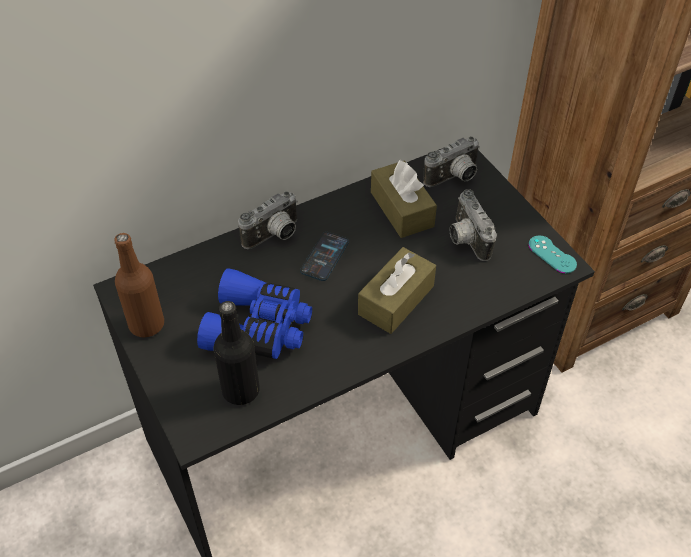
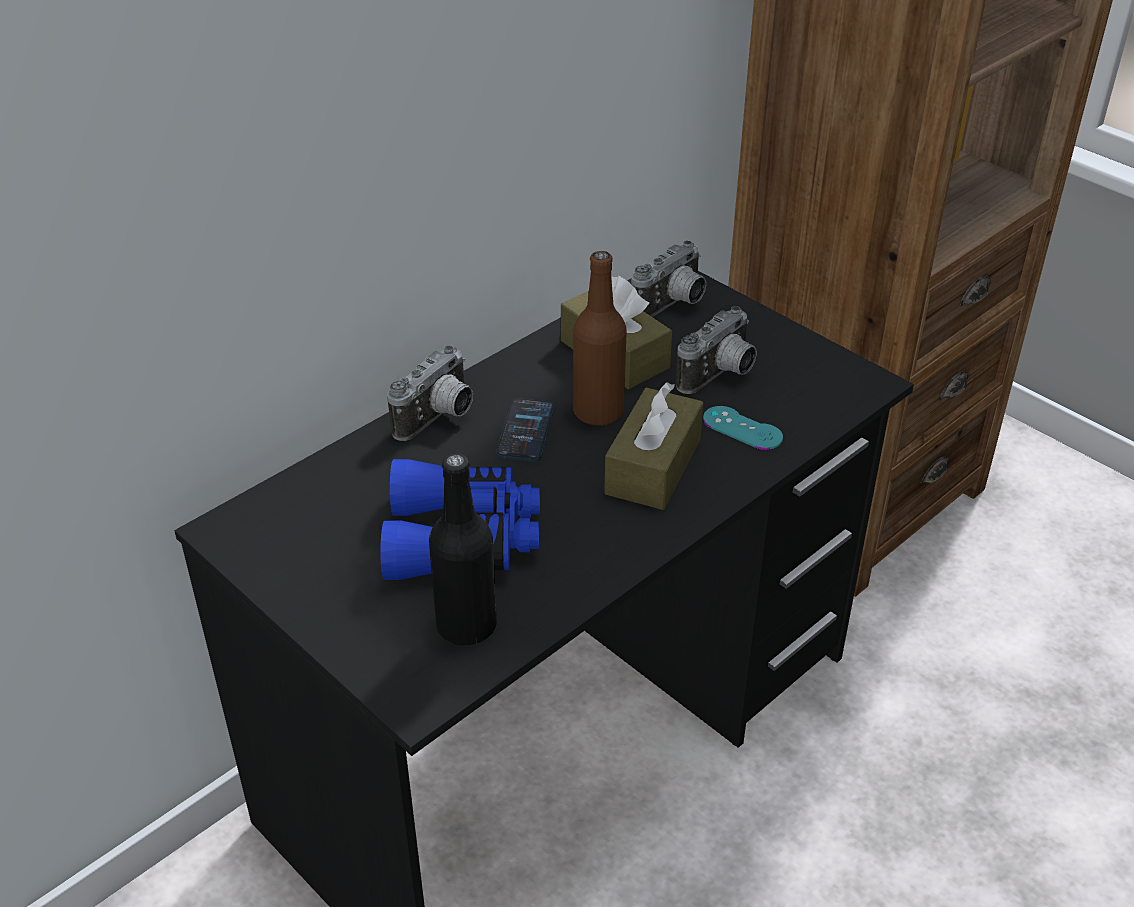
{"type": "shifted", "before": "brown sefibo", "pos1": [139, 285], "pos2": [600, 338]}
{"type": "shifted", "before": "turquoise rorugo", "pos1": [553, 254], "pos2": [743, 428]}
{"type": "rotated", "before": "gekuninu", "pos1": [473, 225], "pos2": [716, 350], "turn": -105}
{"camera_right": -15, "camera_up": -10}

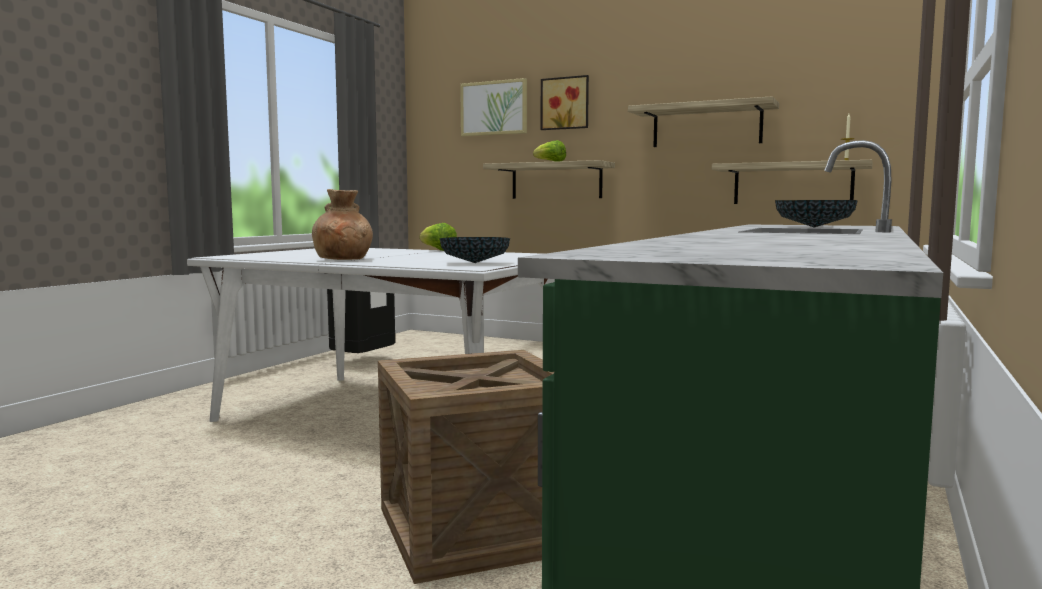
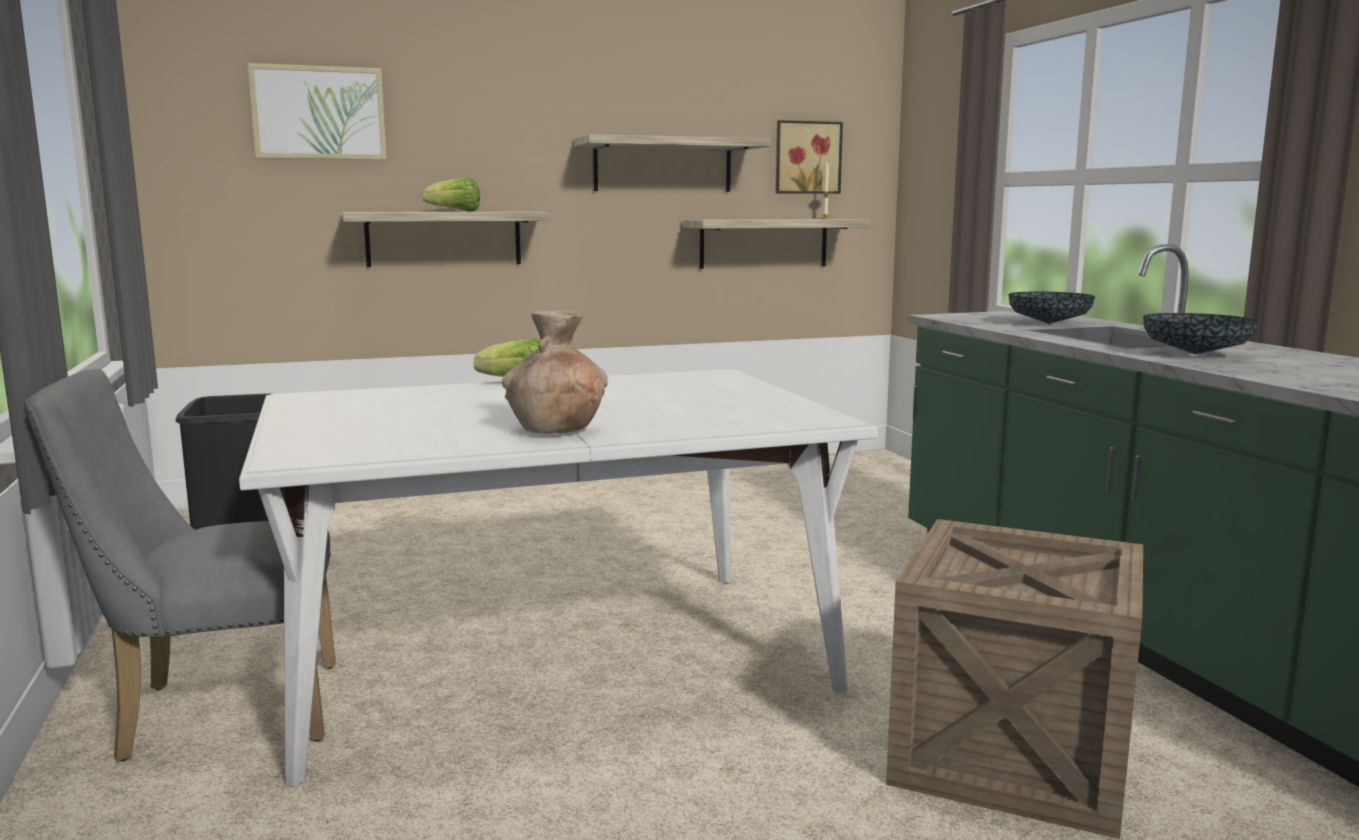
{"type": "new", "after": "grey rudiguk", "pos2": [180, 565]}
{"type": "shifted", "before": "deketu", "pos1": [475, 250], "pos2": [1200, 333]}
{"type": "shifted", "before": "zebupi", "pos1": [565, 102], "pos2": [809, 157]}
{"camera_right": -45, "camera_up": 5}

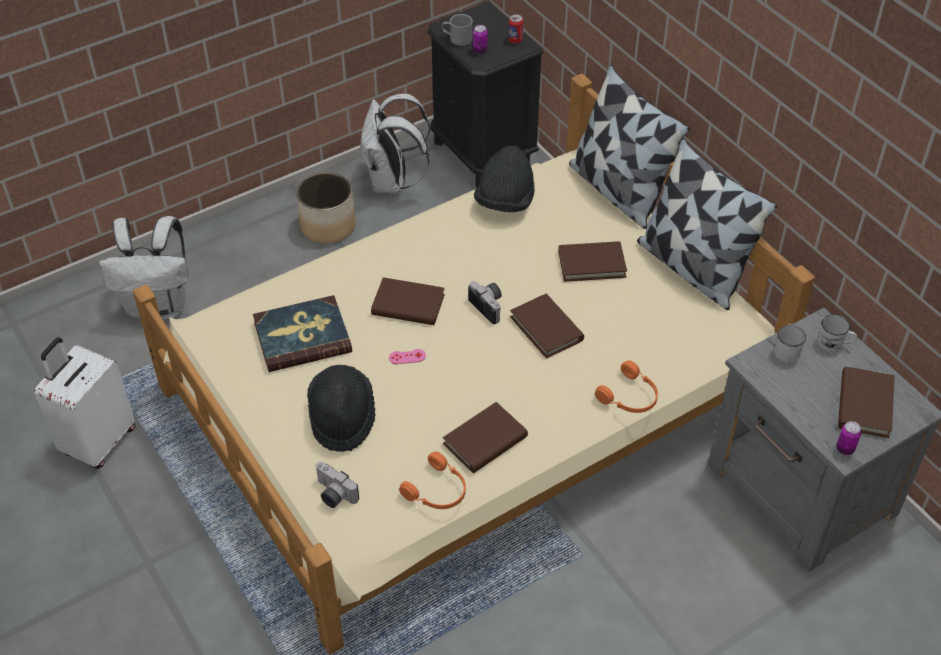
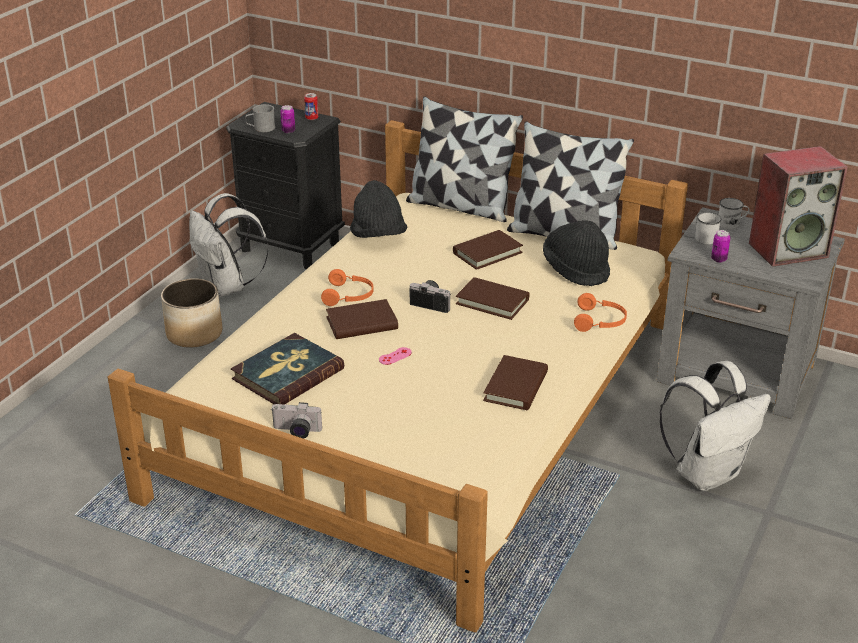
{"type": "gone", "before": "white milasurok", "pos1": [84, 403]}
{"type": "shifted", "before": "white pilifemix", "pos1": [143, 268], "pos2": [715, 426]}
{"type": "shifted", "before": "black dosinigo", "pos1": [341, 408], "pos2": [576, 253]}
{"type": "shifted", "before": "gekuninu", "pos1": [337, 485], "pos2": [297, 420]}
{"type": "shifted", "before": "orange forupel", "pos1": [432, 480], "pos2": [347, 287]}
{"type": "shifted", "before": "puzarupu", "pos1": [849, 438], "pos2": [720, 246]}
{"type": "swapped", "before": "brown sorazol", "after": "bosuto", "pos1": [866, 402], "pos2": [798, 206]}
{"camera_right": -30, "camera_up": -15}

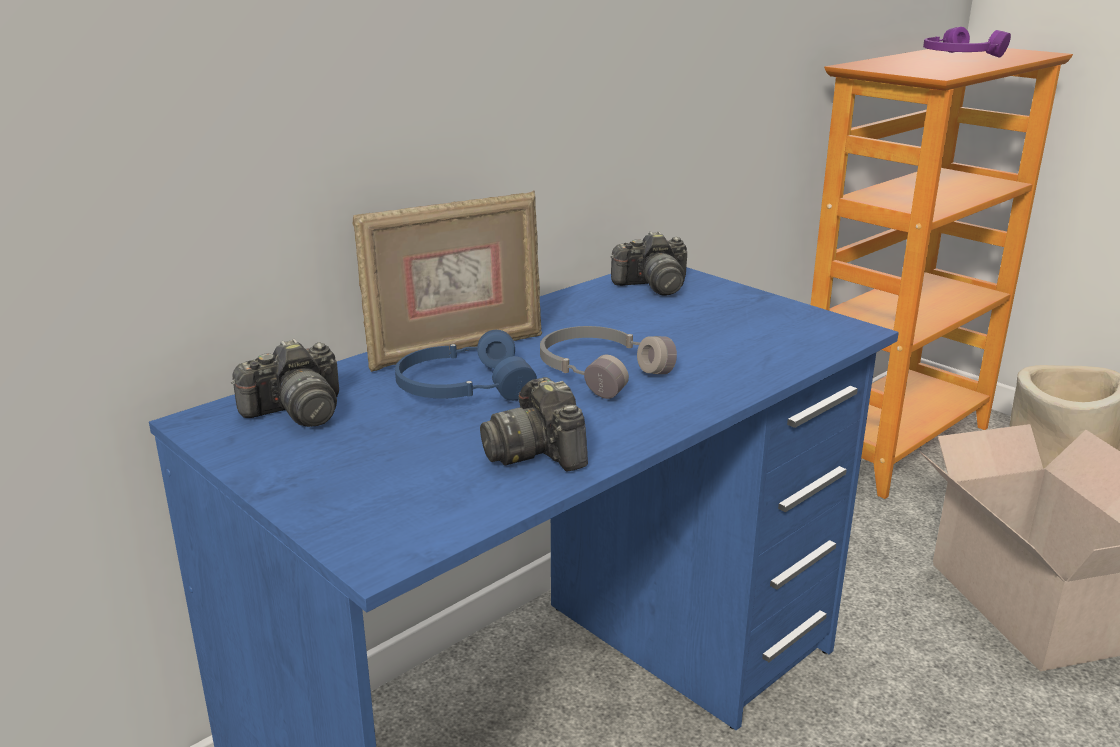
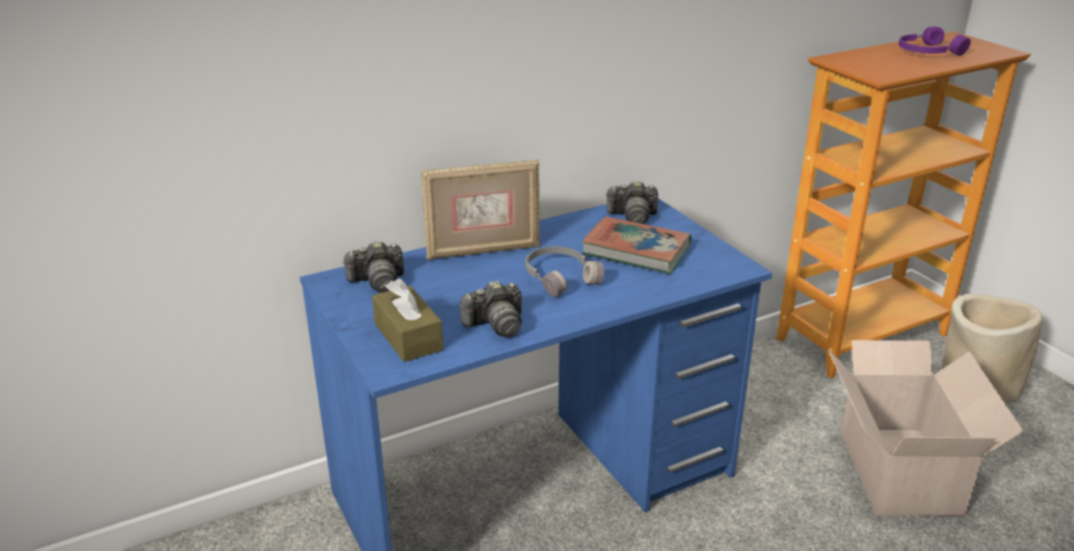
{"type": "gone", "before": "blue forupel", "pos1": [466, 365]}
{"type": "new", "after": "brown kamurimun", "pos2": [407, 320]}
{"type": "new", "after": "sorazol", "pos2": [636, 245]}
{"type": "rotated", "before": "gekuninu", "pos1": [534, 424], "pos2": [490, 309], "turn": -105}
{"camera_right": 15, "camera_up": 5}

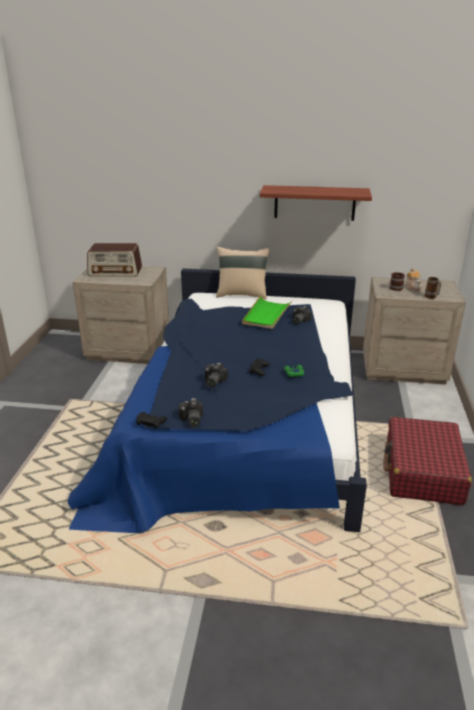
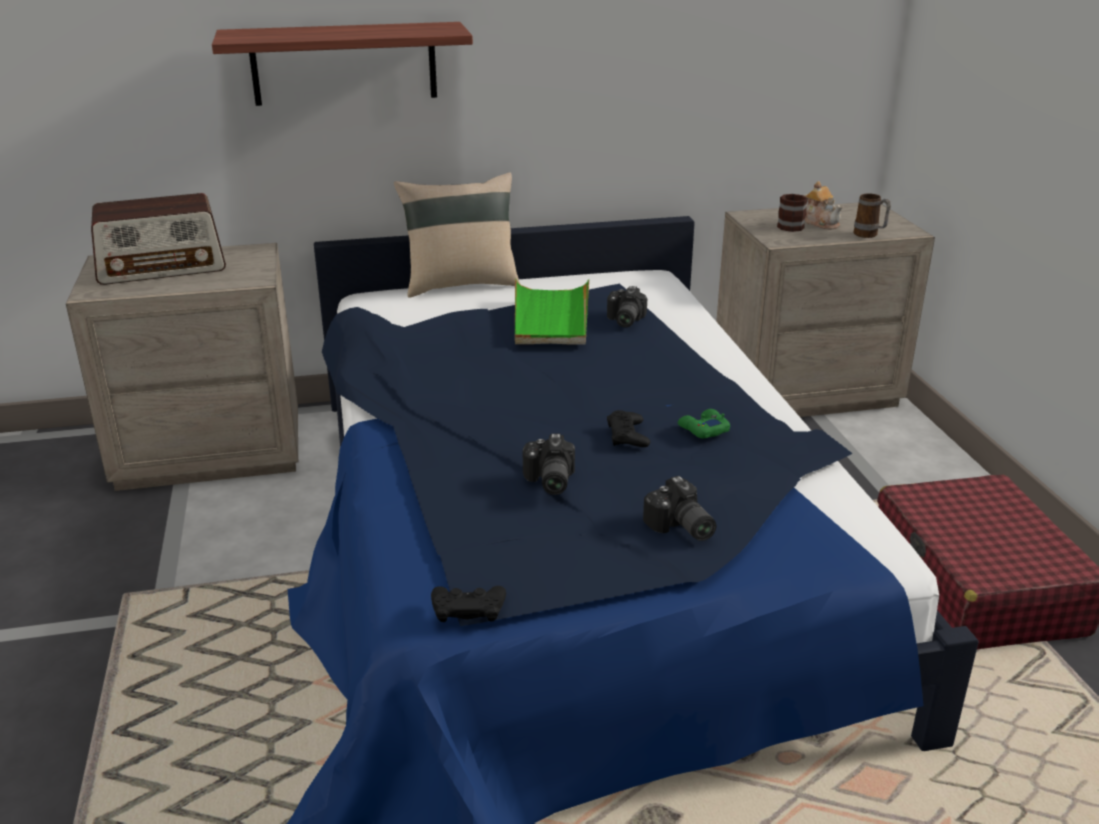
{"type": "shifted", "before": "gekuninu", "pos1": [191, 412], "pos2": [679, 508]}
{"type": "shifted", "before": "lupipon", "pos1": [316, 203], "pos2": [342, 64]}
{"camera_right": -20, "camera_up": 0}

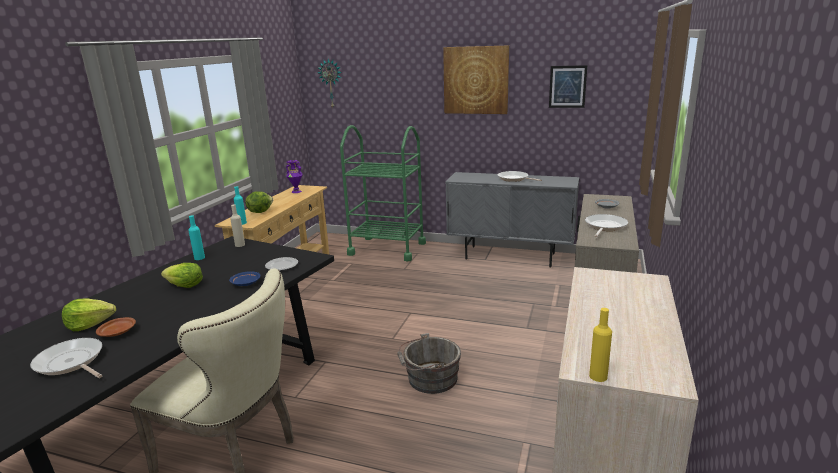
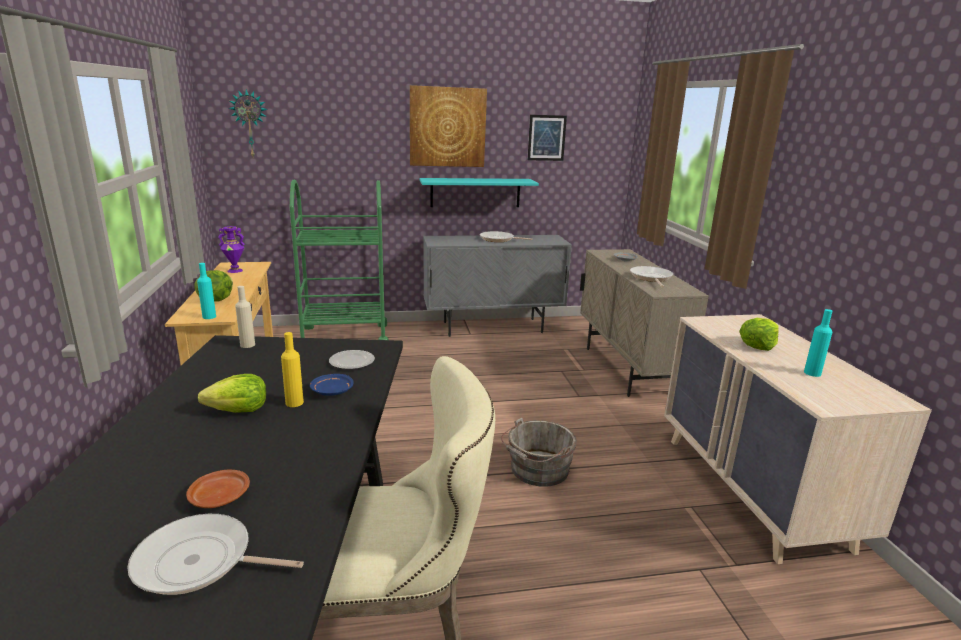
{"type": "new", "after": "turquoise lupipon", "pos2": [479, 192]}
{"type": "shifted", "before": "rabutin", "pos1": [89, 314], "pos2": [759, 334]}
{"type": "shifted", "before": "turquoise sefibo", "pos1": [196, 237], "pos2": [818, 343]}
{"type": "shifted", "before": "yellow sefibo", "pos1": [600, 345], "pos2": [292, 369]}
{"camera_right": -30, "camera_up": 0}

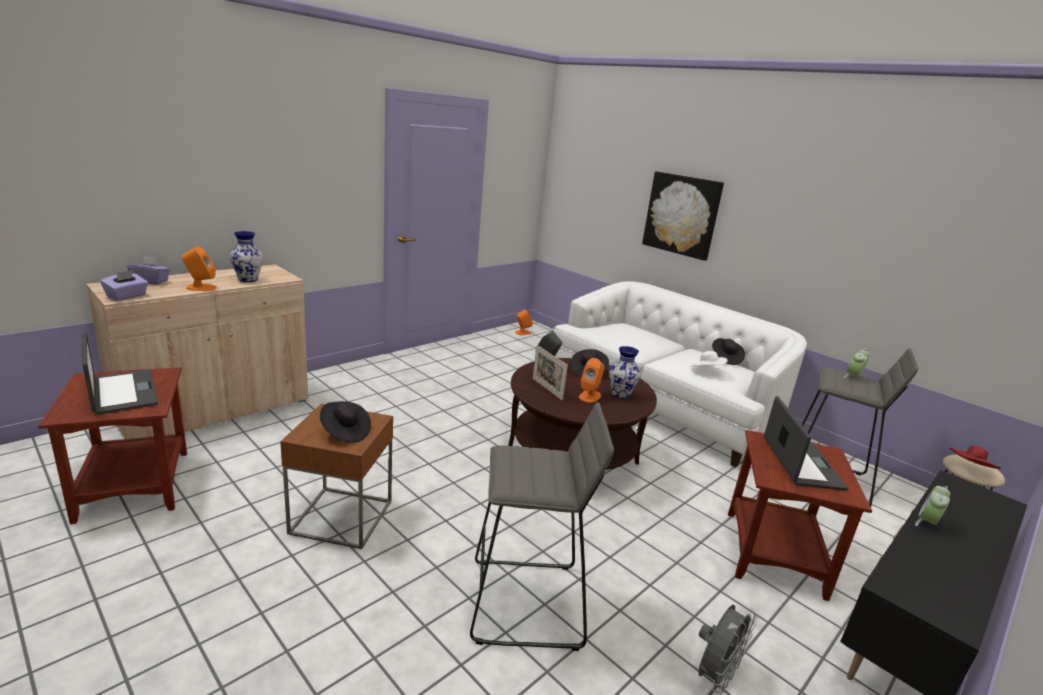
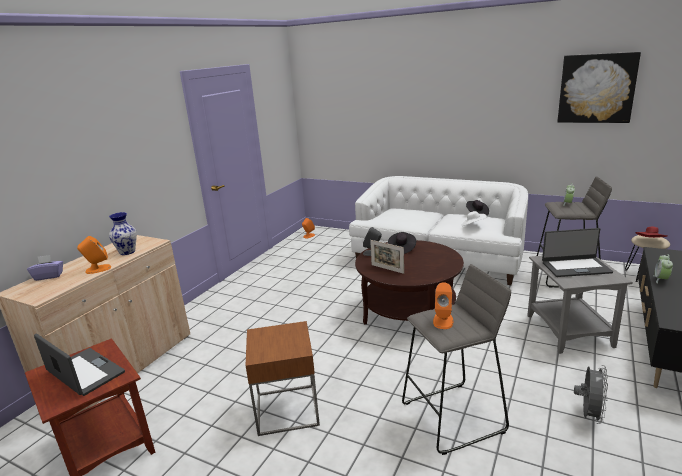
{"type": "gone", "before": "purple kamurimun", "pos1": [124, 285]}
{"type": "gone", "before": "black dosinigo", "pos1": [345, 422]}
{"type": "gone", "before": "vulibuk", "pos1": [625, 372]}
{"type": "shifted", "before": "orange bosuto", "pos1": [591, 380], "pos2": [443, 305]}
{"type": "shifted", "before": "zebupi", "pos1": [683, 216], "pos2": [599, 87]}
{"type": "repainted", "before": "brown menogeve", "after": "grey menogeve", "pos1": [800, 515], "pos2": [580, 305]}
{"type": "rotated", "before": "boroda", "pos1": [806, 443], "pos2": [577, 252], "turn": 105}
{"camera_right": -15, "camera_up": 0}

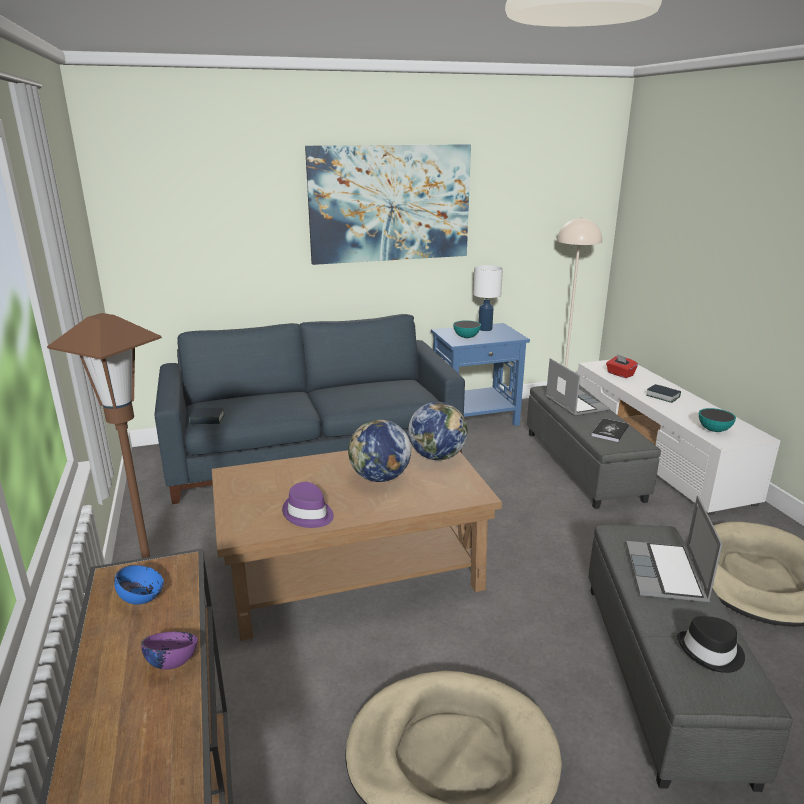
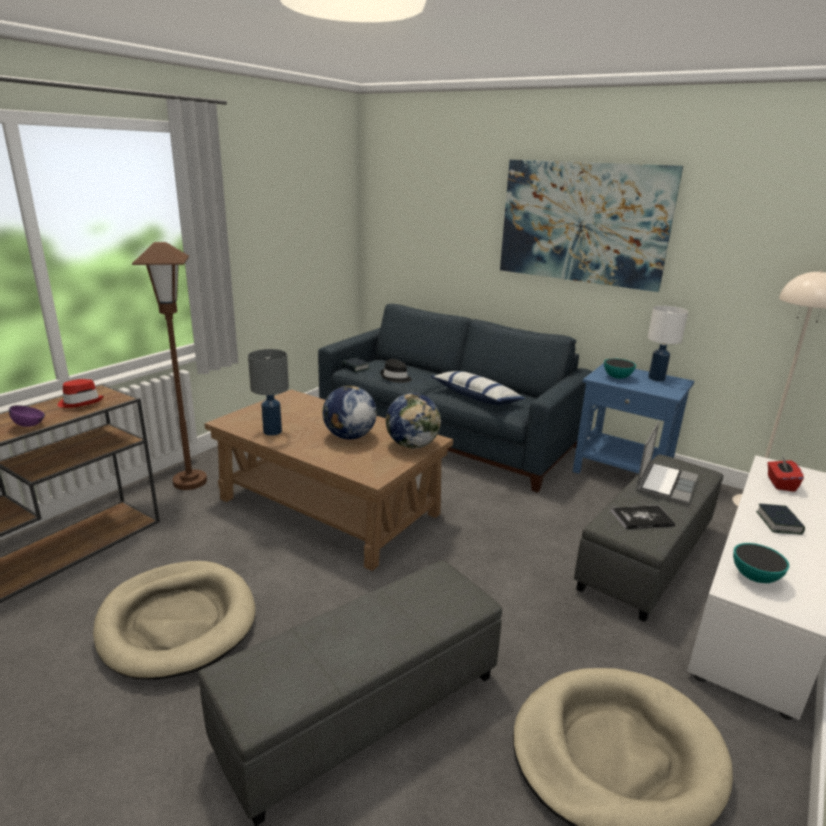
{"type": "gone", "before": "boroda", "pos1": [674, 549]}
{"type": "new", "after": "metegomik", "pos2": [478, 388]}
{"type": "shifted", "before": "black dosinigo", "pos1": [711, 644], "pos2": [396, 371]}
{"type": "swapped", "before": "blue deketu", "after": "red dosinigo", "pos1": [139, 585], "pos2": [81, 393]}
{"type": "swapped", "before": "purple dosinigo", "after": "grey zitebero", "pos1": [308, 505], "pos2": [268, 392]}
{"camera_right": 50, "camera_up": 0}

